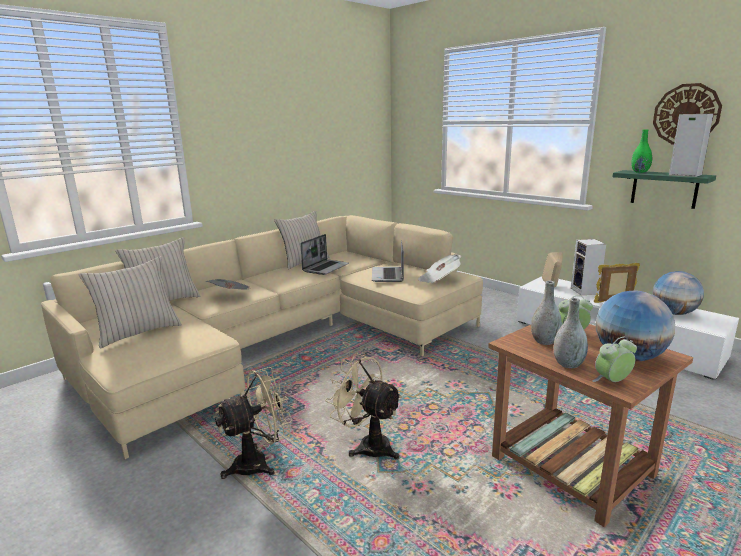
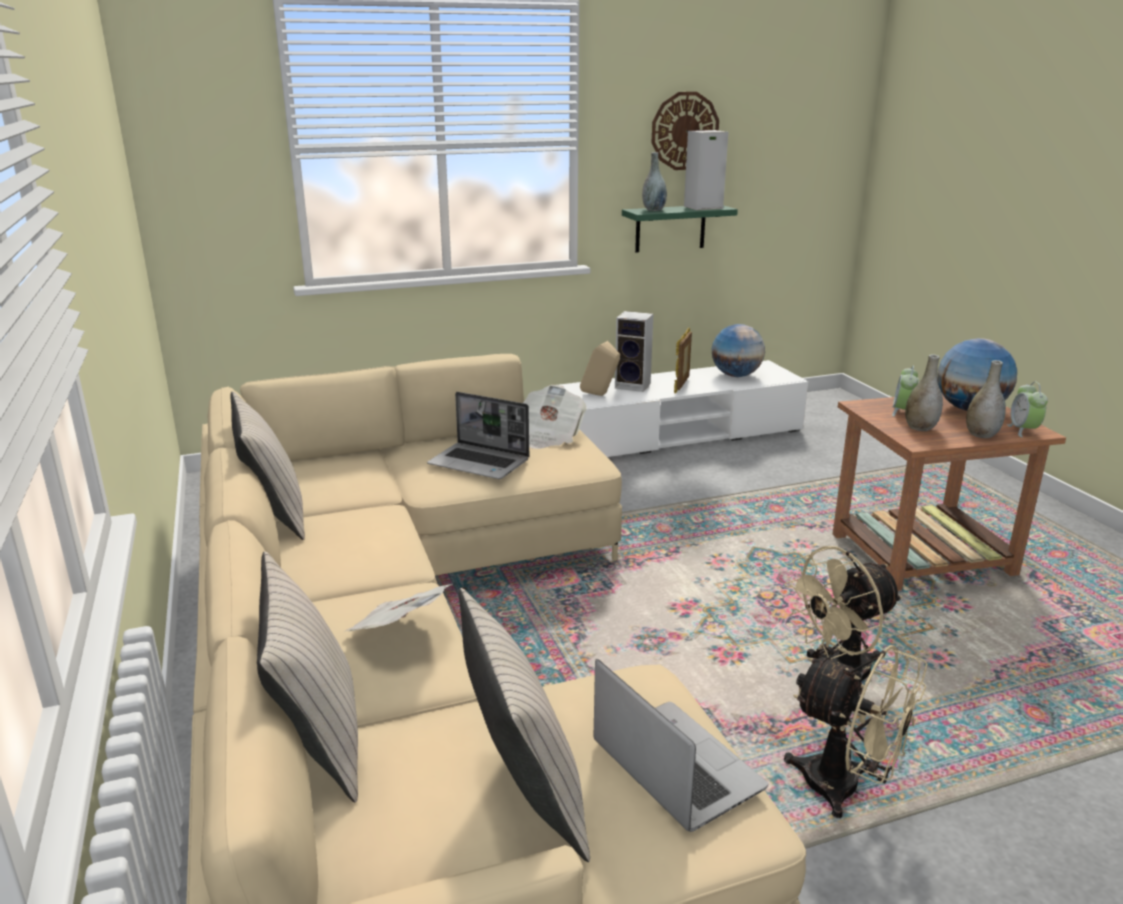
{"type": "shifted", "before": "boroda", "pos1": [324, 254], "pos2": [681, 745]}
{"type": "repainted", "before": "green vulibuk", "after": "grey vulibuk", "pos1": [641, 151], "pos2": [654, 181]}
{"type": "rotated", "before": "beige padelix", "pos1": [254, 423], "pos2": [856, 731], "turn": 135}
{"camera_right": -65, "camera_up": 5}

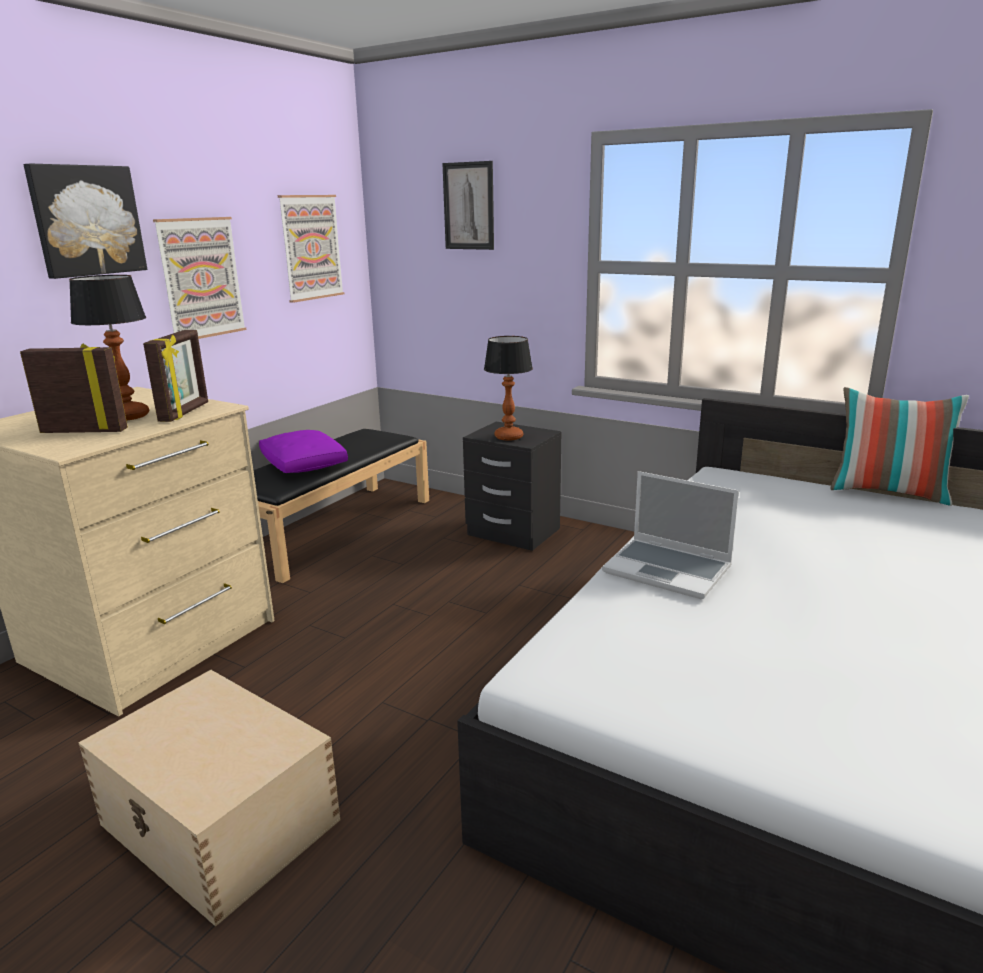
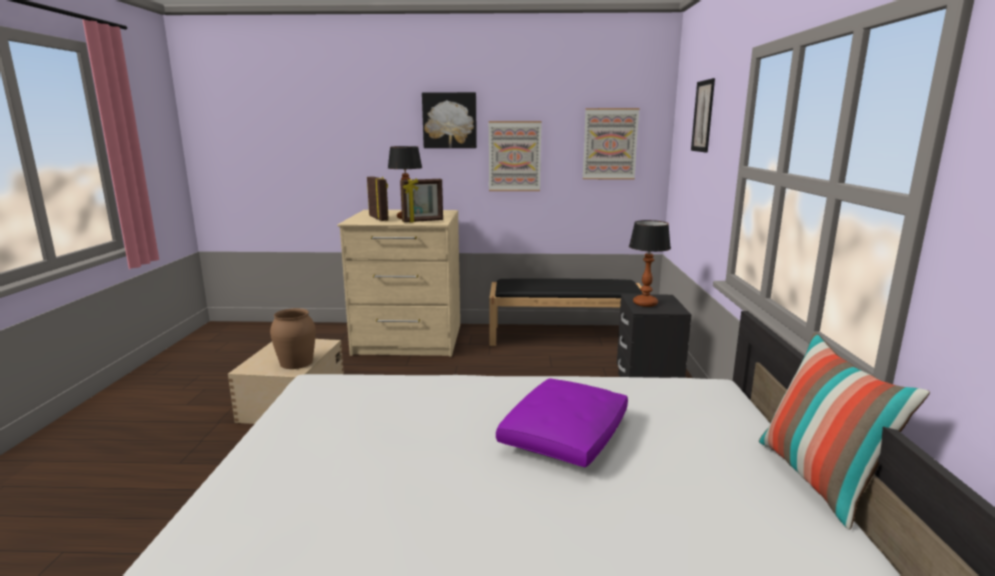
{"type": "gone", "before": "boroda", "pos1": [670, 535]}
{"type": "new", "after": "brown vulibuk", "pos2": [293, 338]}
{"type": "shifted", "before": "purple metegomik", "pos1": [303, 451], "pos2": [562, 423]}
{"camera_right": 60, "camera_up": -5}

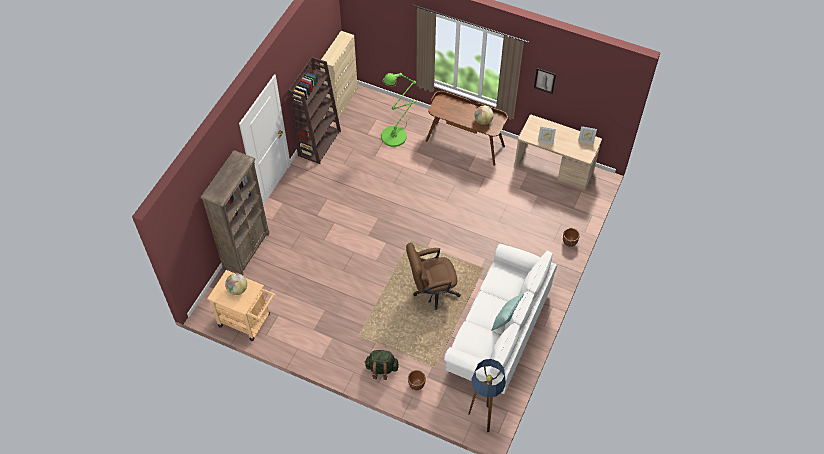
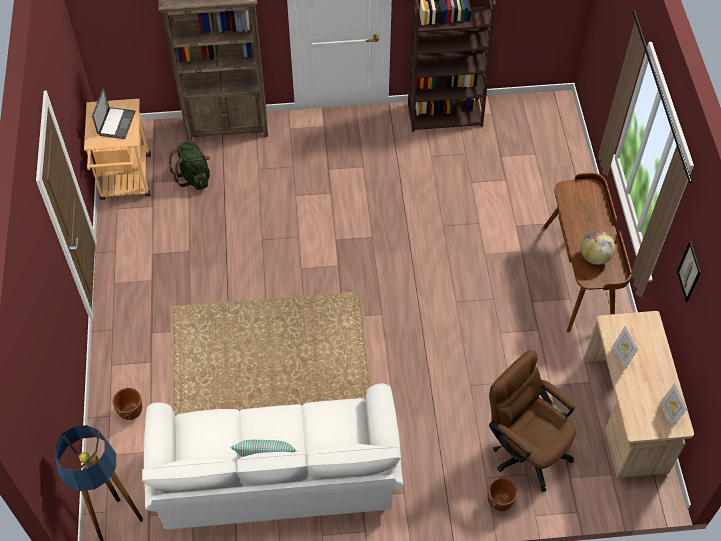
{"type": "gone", "before": "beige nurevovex", "pos1": [339, 74]}
{"type": "gone", "before": "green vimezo", "pos1": [398, 110]}
{"type": "shifted", "before": "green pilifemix", "pos1": [381, 365], "pos2": [189, 165]}
{"type": "shifted", "before": "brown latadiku", "pos1": [433, 276], "pos2": [532, 421]}
{"type": "swapped", "before": "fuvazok", "after": "boroda", "pos1": [236, 284], "pos2": [113, 114]}
{"camera_right": 60, "camera_up": 0}

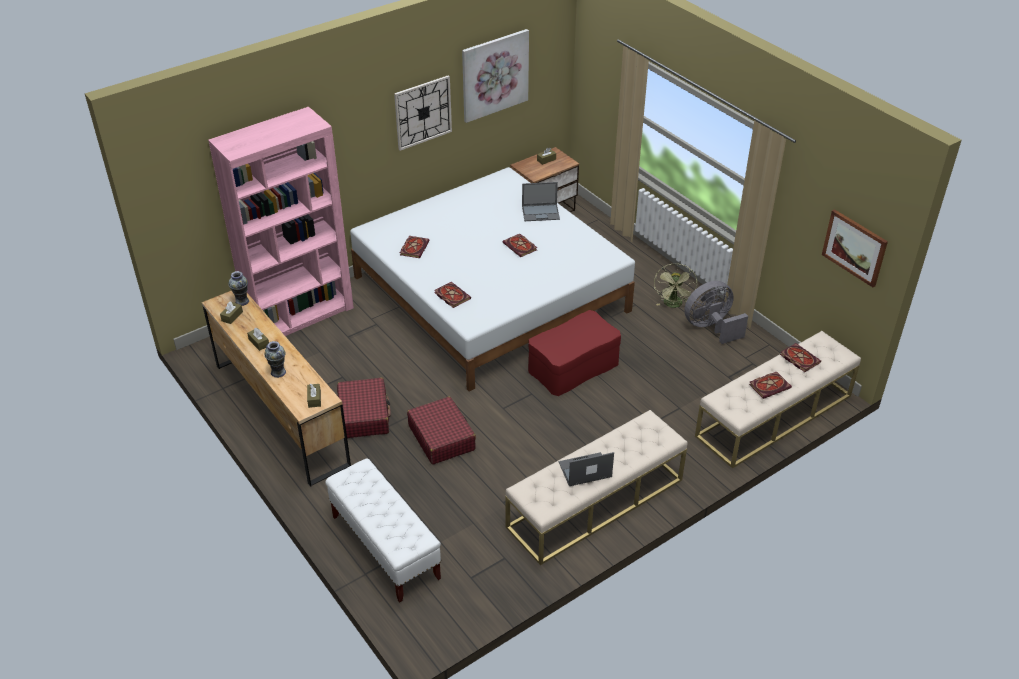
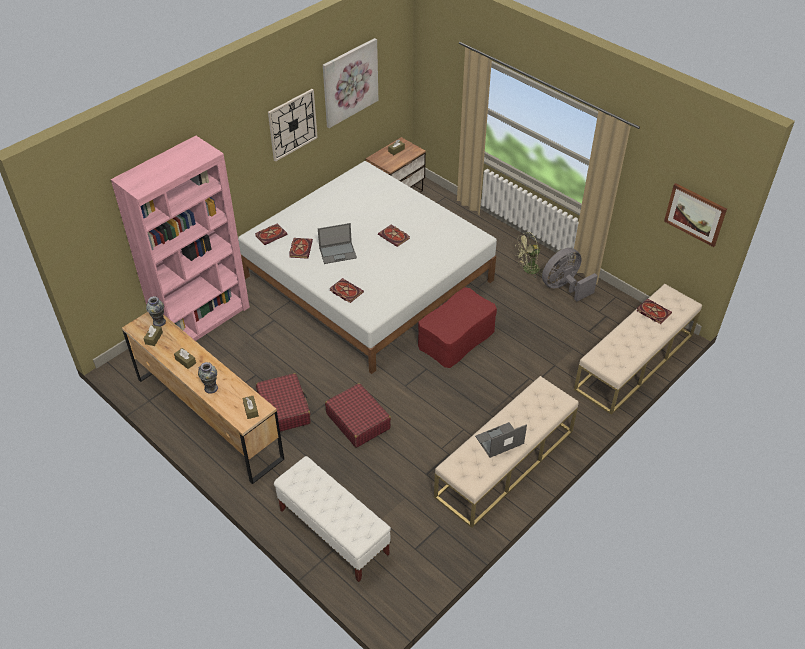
{"type": "shifted", "before": "boroda", "pos1": [541, 201], "pos2": [337, 243]}
{"type": "shifted", "before": "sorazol", "pos1": [770, 385], "pos2": [271, 234]}
{"type": "rotated", "before": "green padelix", "pos1": [675, 286], "pos2": [529, 255], "turn": 75}
{"camera_right": -10, "camera_up": 5}

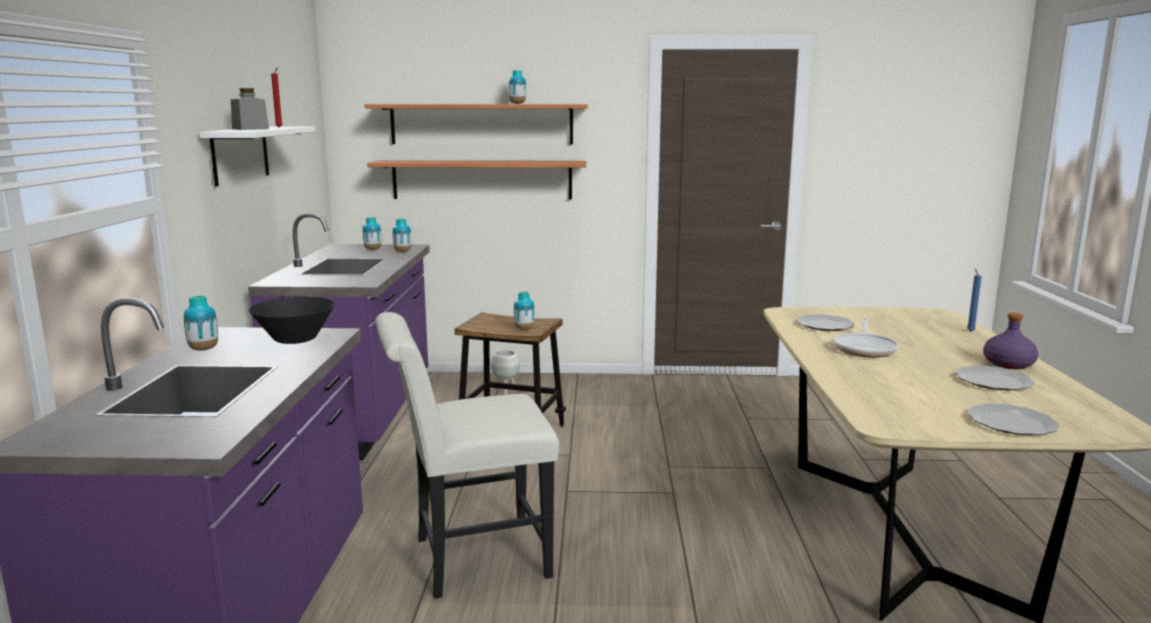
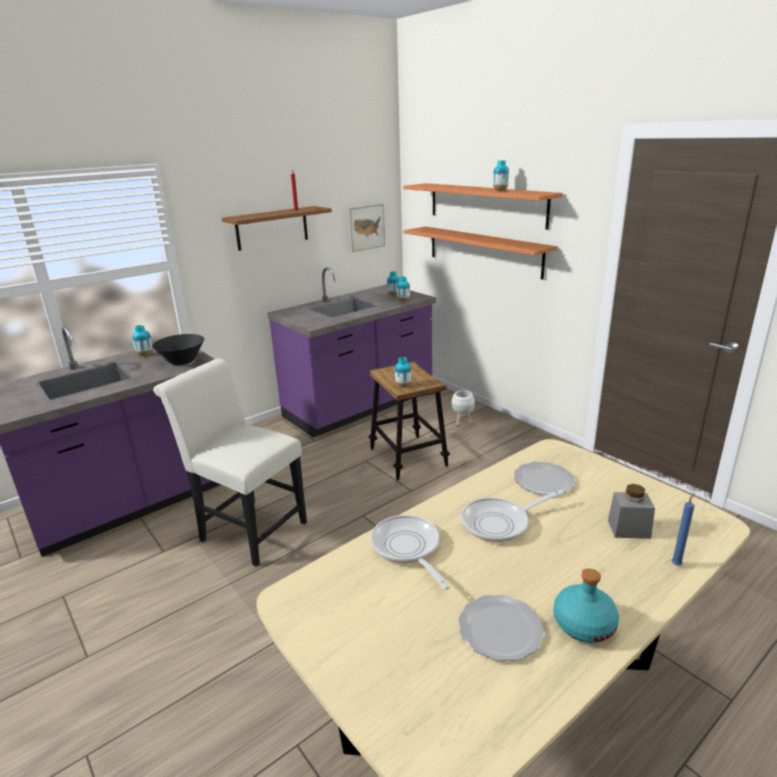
{"type": "gone", "before": "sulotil", "pos1": [1013, 419]}
{"type": "new", "after": "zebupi", "pos2": [366, 228]}
{"type": "new", "after": "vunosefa", "pos2": [410, 552]}
{"type": "shifted", "before": "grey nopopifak", "pos1": [250, 109], "pos2": [631, 511]}
{"type": "repainted", "before": "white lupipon", "after": "brown lupipon", "pos1": [257, 156], "pos2": [277, 228]}
{"type": "repainted", "before": "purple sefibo", "after": "turquoise sefibo", "pos1": [1010, 341], "pos2": [586, 605]}
{"camera_right": 50, "camera_up": 10}

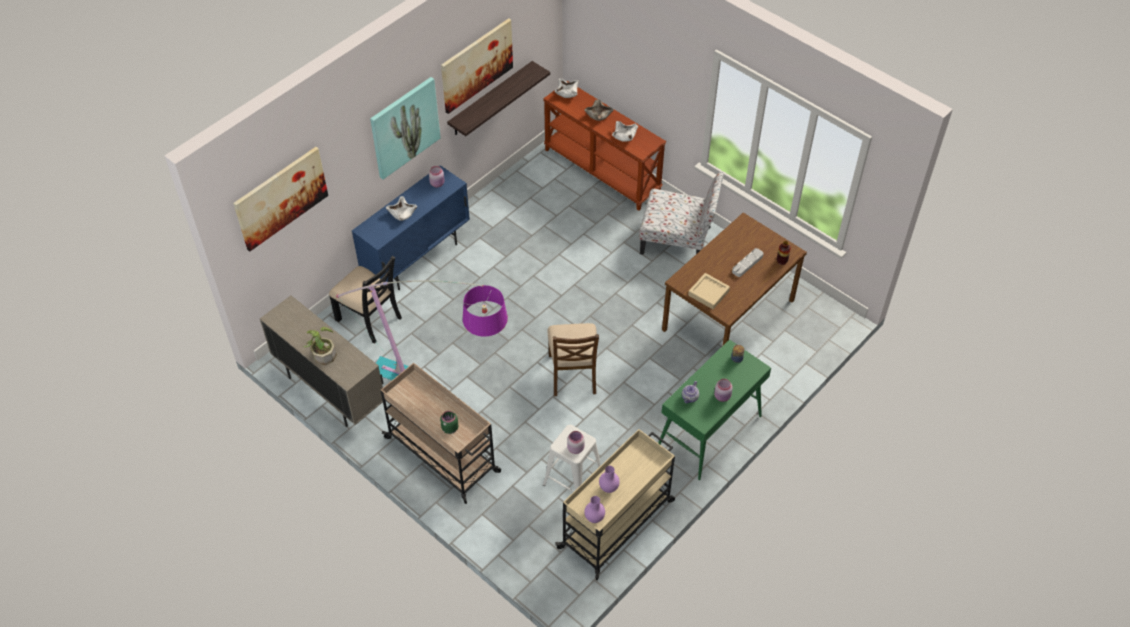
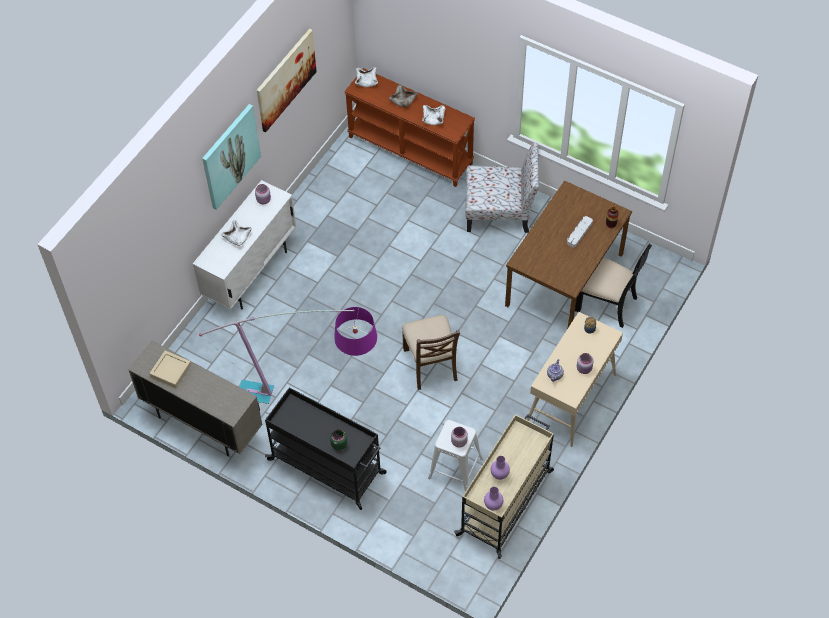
{"type": "gone", "before": "zebupi", "pos1": [280, 199]}
{"type": "gone", "before": "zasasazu", "pos1": [320, 346]}
{"type": "gone", "before": "lupipon", "pos1": [498, 98]}
{"type": "shifted", "before": "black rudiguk", "pos1": [365, 300], "pos2": [613, 286]}
{"type": "shifted", "before": "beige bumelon", "pos1": [709, 291], "pos2": [170, 369]}
{"type": "repainted", "before": "blue nurevovex", "after": "white nurevovex", "pos1": [411, 227], "pos2": [244, 245]}
{"type": "repainted", "before": "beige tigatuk", "after": "black tigatuk", "pos1": [441, 433], "pos2": [326, 448]}
{"type": "repainted", "before": "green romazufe", "after": "beige romazufe", "pos1": [714, 409], "pos2": [575, 379]}
{"camera_right": -10, "camera_up": 5}

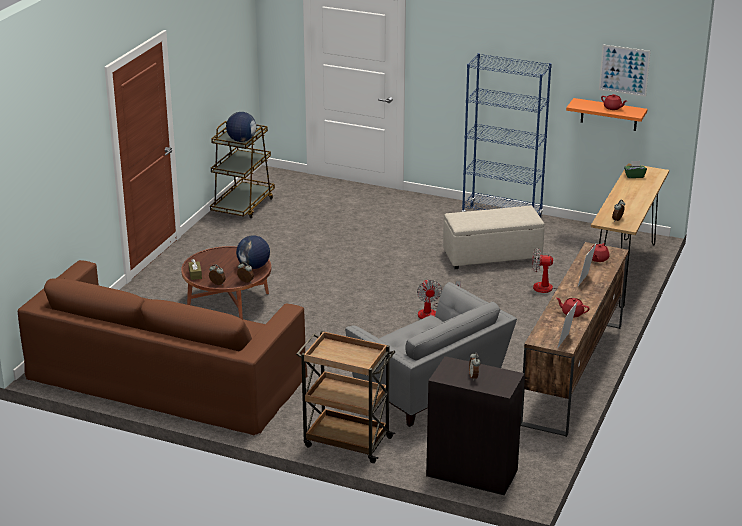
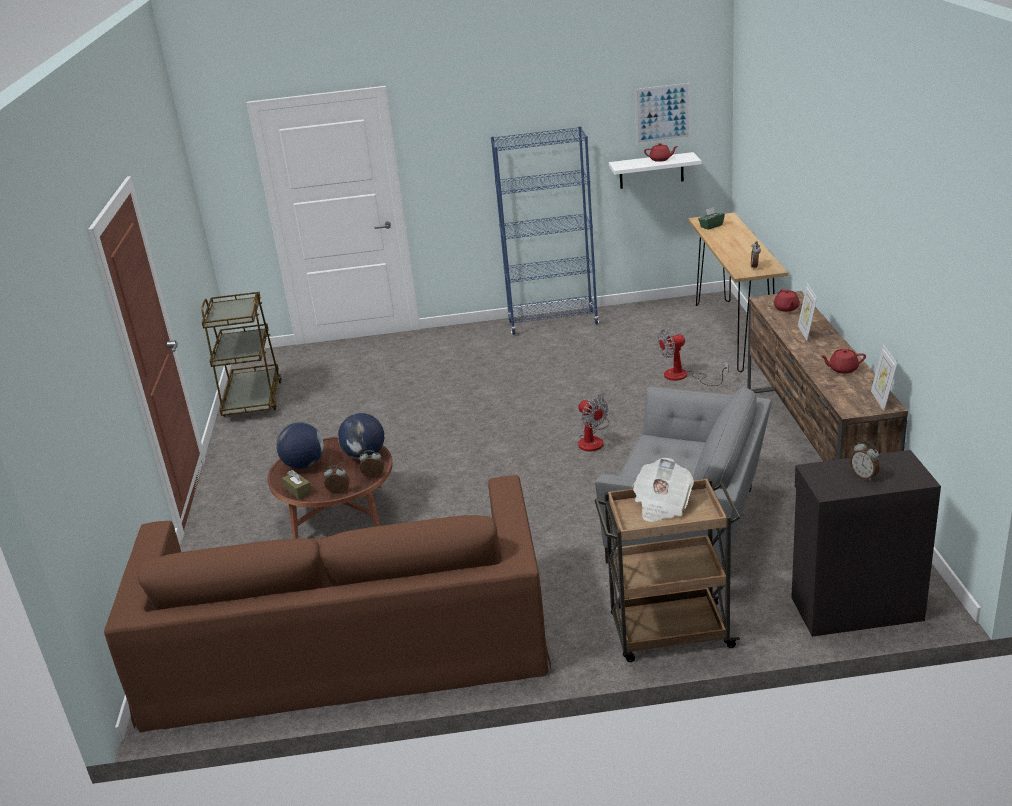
{"type": "gone", "before": "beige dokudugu", "pos1": [493, 237]}
{"type": "new", "after": "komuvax", "pos2": [663, 490]}
{"type": "shifted", "before": "fuvazok", "pos1": [241, 127], "pos2": [300, 445]}
{"type": "repainted", "before": "orange lupipon", "after": "white lupipon", "pos1": [606, 114], "pos2": [655, 170]}
{"camera_right": -25, "camera_up": 0}

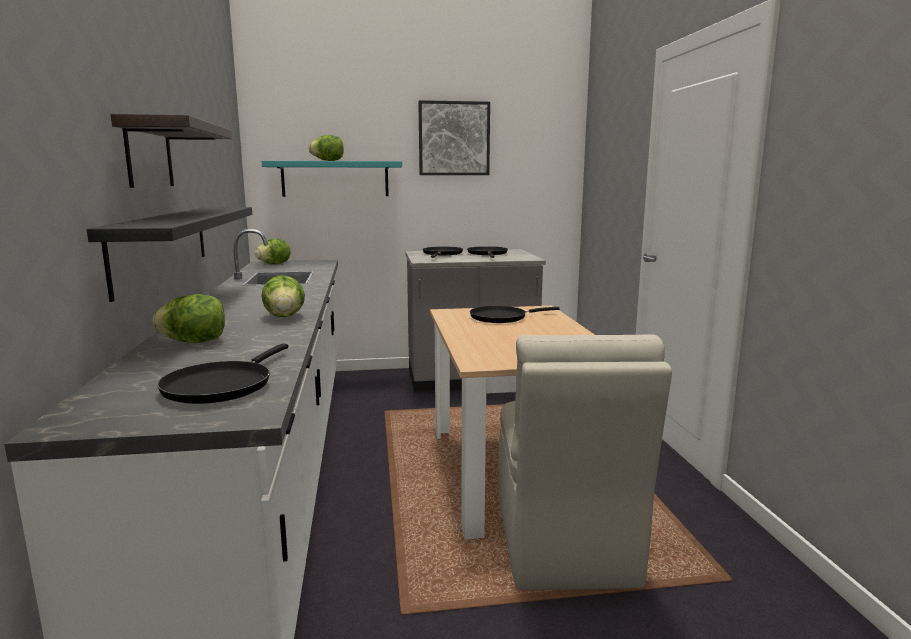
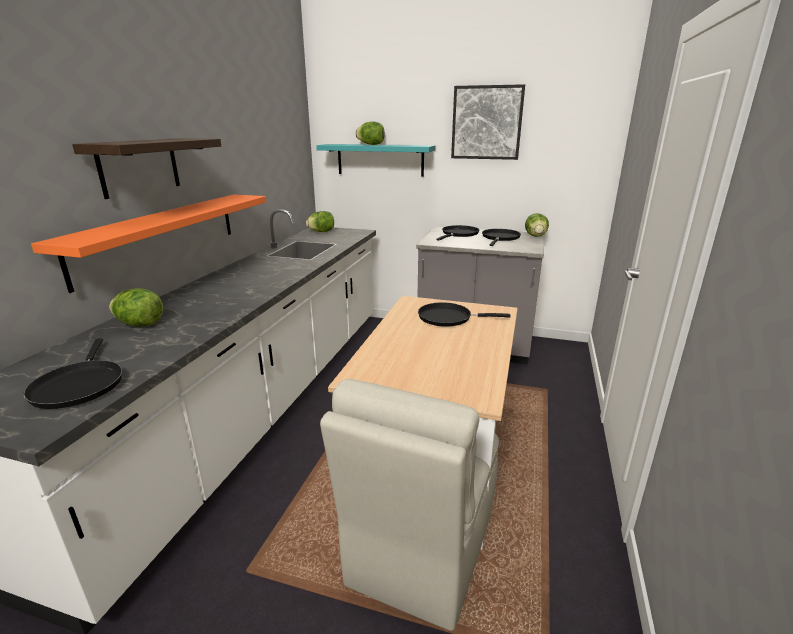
{"type": "shifted", "before": "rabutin", "pos1": [283, 296], "pos2": [537, 225]}
{"type": "repainted", "before": "black lupipon", "after": "orange lupipon", "pos1": [169, 254], "pos2": [148, 243]}
{"type": "rotated", "before": "black vunosefa", "pos1": [222, 374], "pos2": [72, 373], "turn": -60}
{"camera_right": 25, "camera_up": 10}

